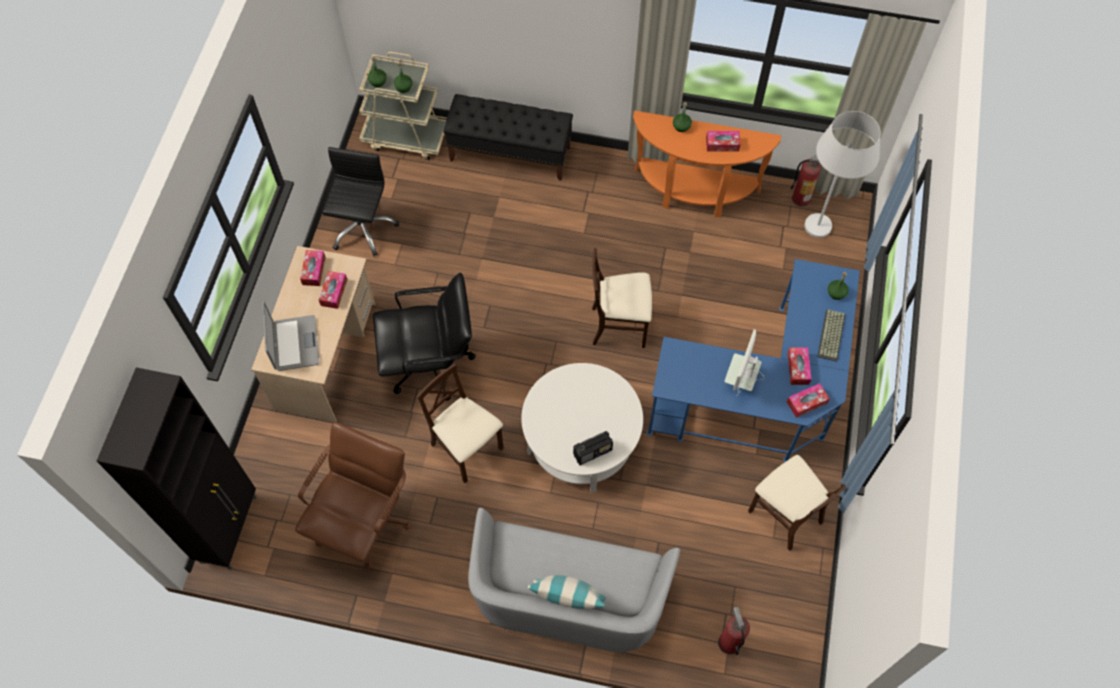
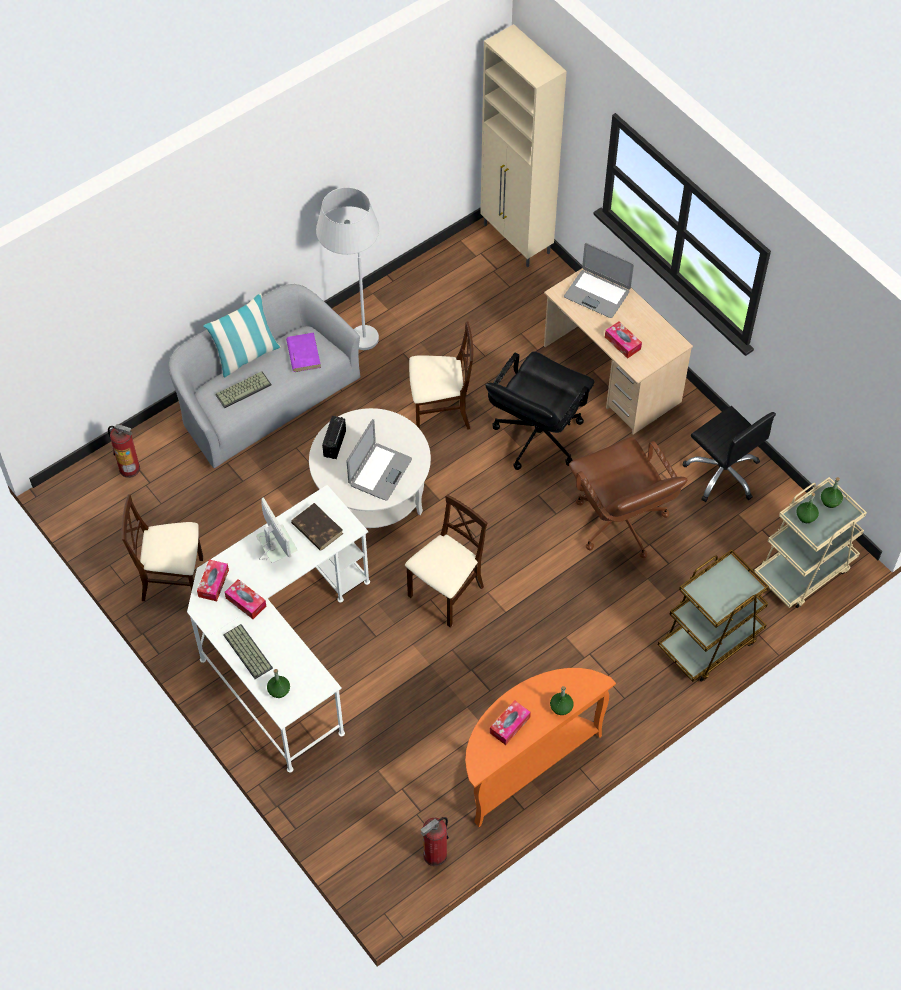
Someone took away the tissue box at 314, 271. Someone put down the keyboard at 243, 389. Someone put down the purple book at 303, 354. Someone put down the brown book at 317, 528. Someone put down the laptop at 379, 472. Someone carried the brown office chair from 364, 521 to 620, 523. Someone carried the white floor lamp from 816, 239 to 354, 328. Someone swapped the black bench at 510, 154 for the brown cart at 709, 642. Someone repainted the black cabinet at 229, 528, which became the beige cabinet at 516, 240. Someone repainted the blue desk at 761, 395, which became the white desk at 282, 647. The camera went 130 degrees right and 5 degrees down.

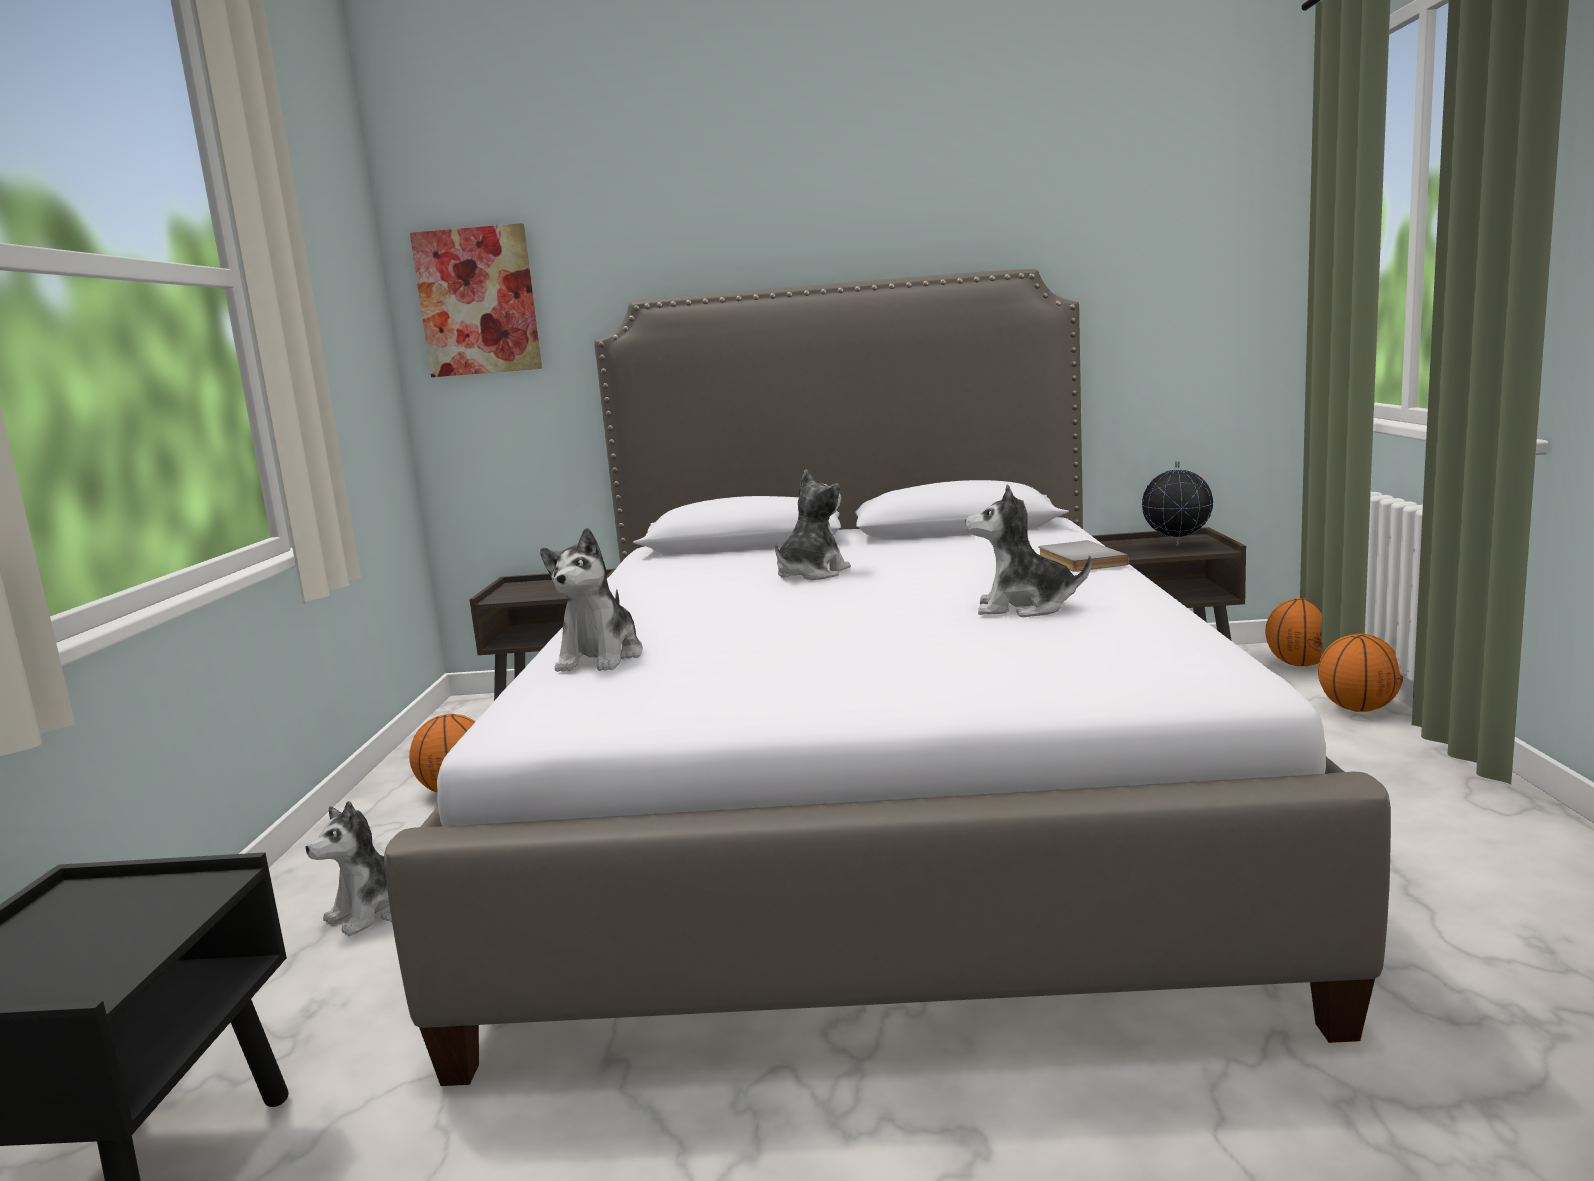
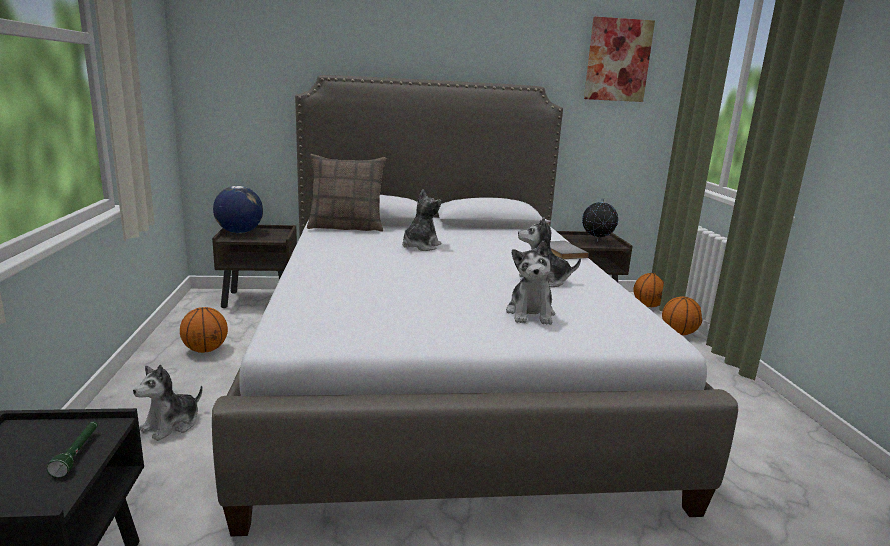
Someone put down the green flashlight at 78, 453. Someone put down the globe at 239, 232. Someone put down the pillow at 346, 227. Someone carried the picture from 478, 301 to 618, 60. Someone carried the plush toy from 601, 658 to 530, 313. The camera went 10 degrees left and 5 degrees up.

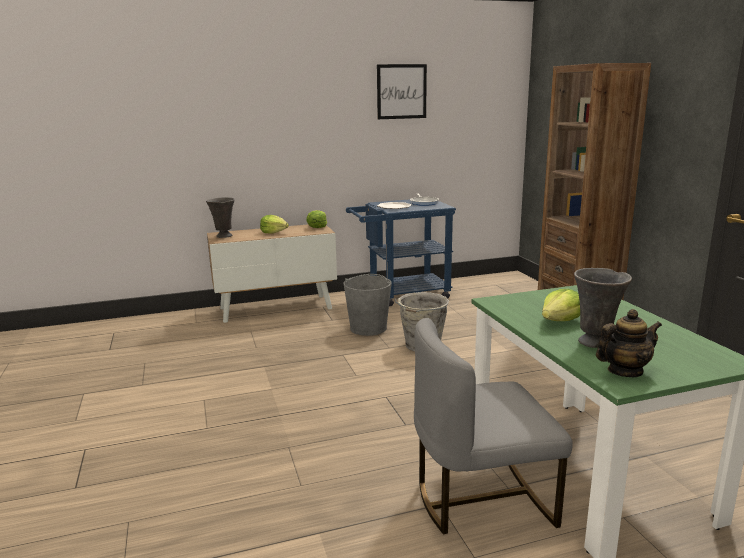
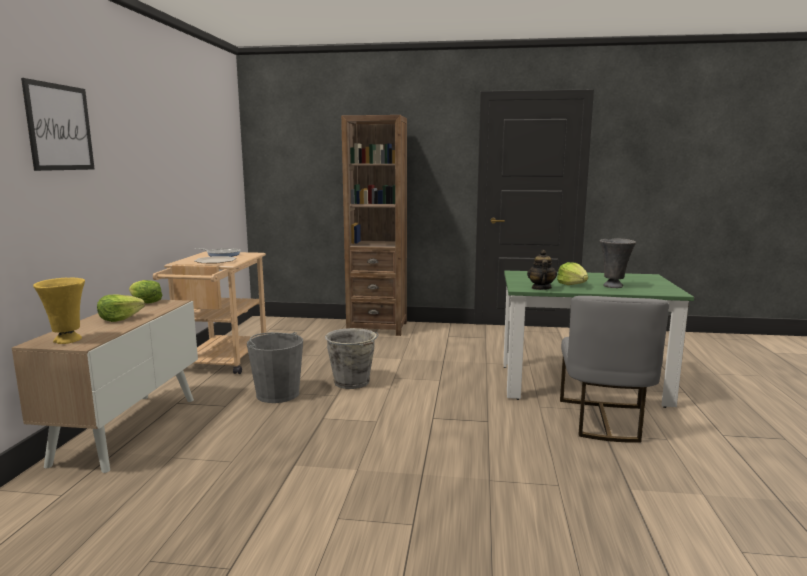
Someone carried the picture from 401, 91 to 59, 127. Someone carried the teapot from 624, 371 to 541, 288. Someone repainted the grey vase at 223, 236, which became the yellow vase at 67, 341. Someone repainted the blue cart at 401, 294, which became the beige cart at 220, 363. The camera went 65 degrees left and 5 degrees down.

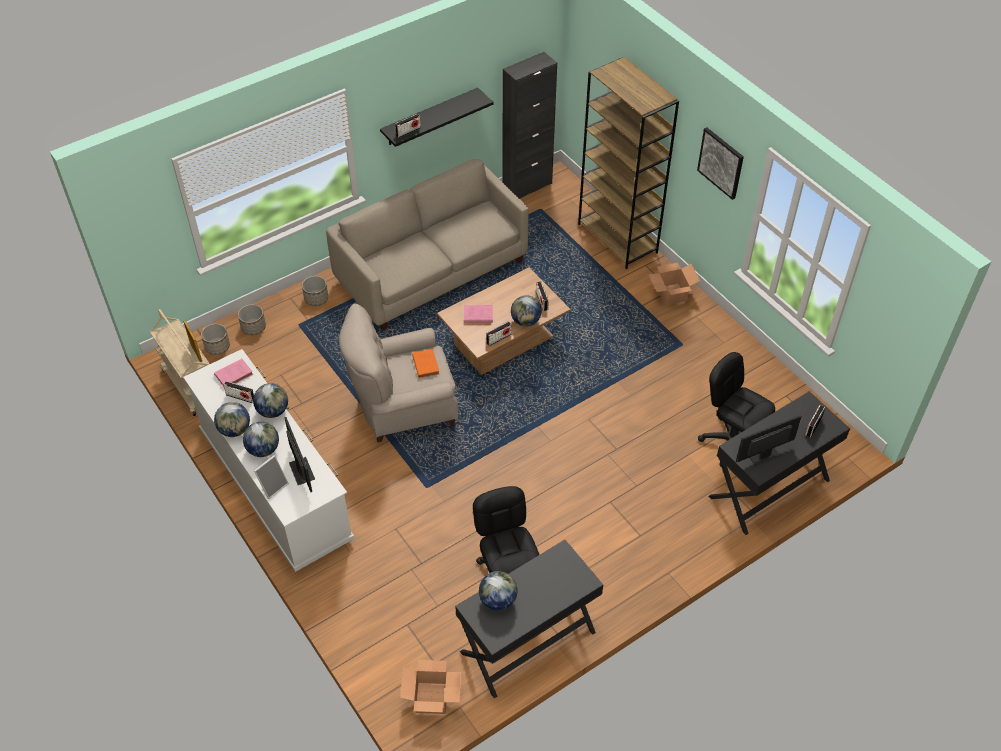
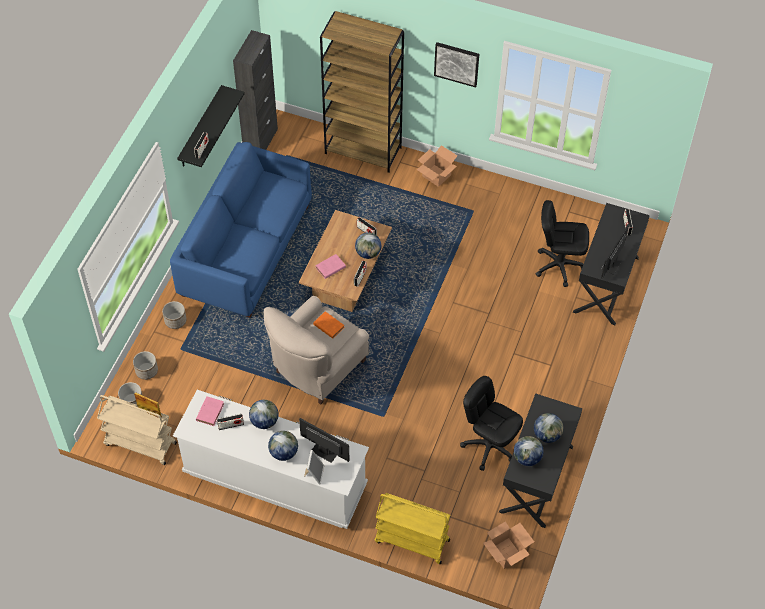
Someone put down the yellow cart at 411, 541. Someone carried the globe from 235, 430 to 547, 435. Someone repainted the beige sofa at 432, 271, which became the blue sofa at 246, 250. The camera went 35 degrees left and 5 degrees up.

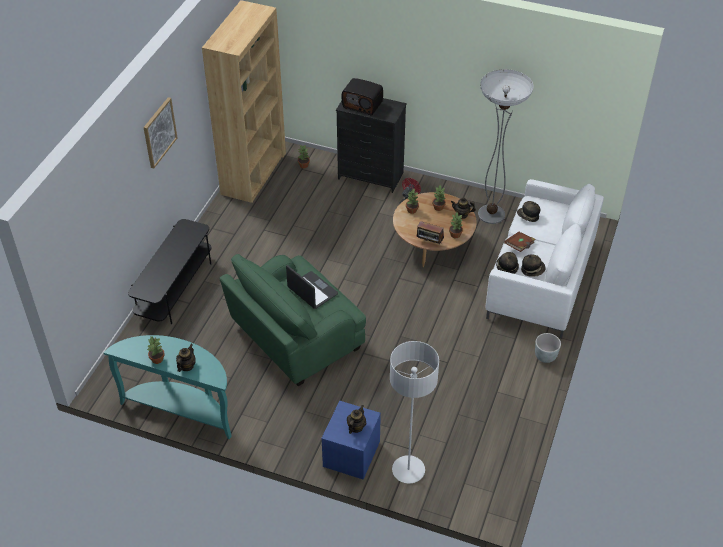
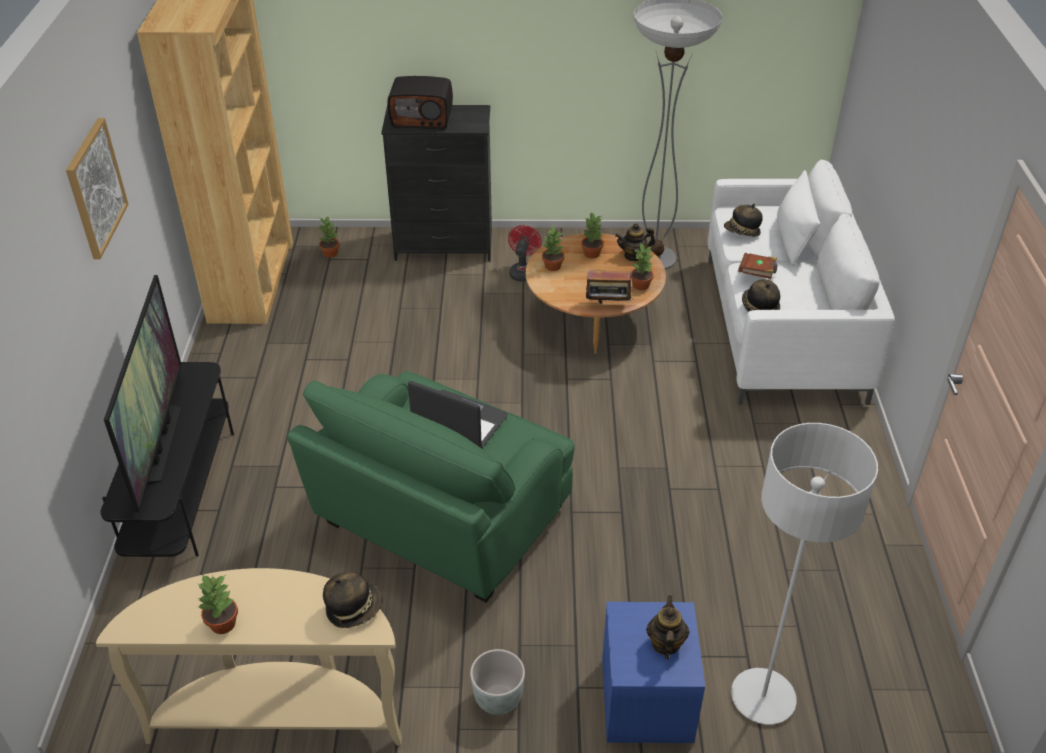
Someone took away the teapot at 186, 366. Someone put down the television at 160, 444. Someone put down the white pillow at 793, 238. Someone carried the hat from 532, 270 to 353, 607. Someone carried the grey planter from 545, 357 to 498, 699. Someone repainted the turquoise console table at 182, 409, which became the beige console table at 279, 713. The camera went 20 degrees left and 5 degrees down.

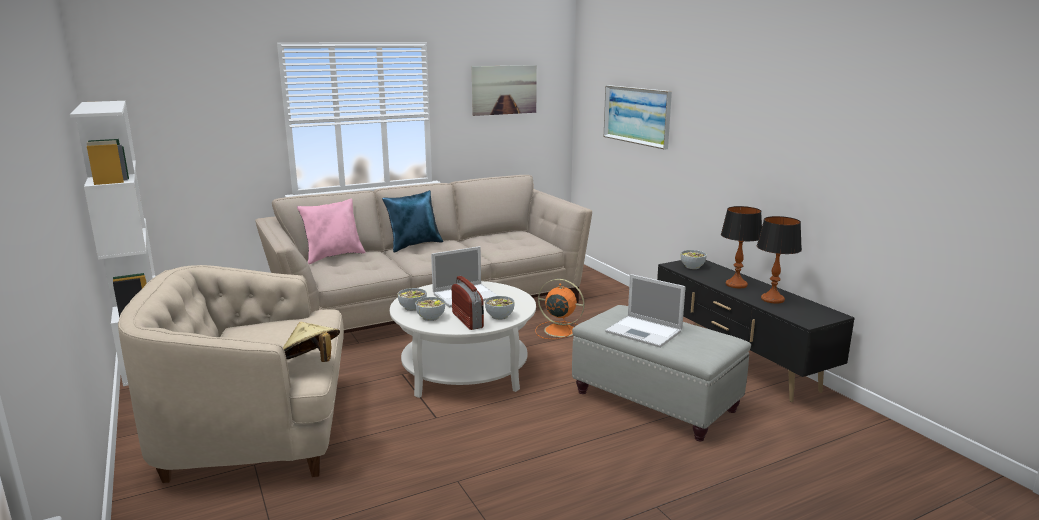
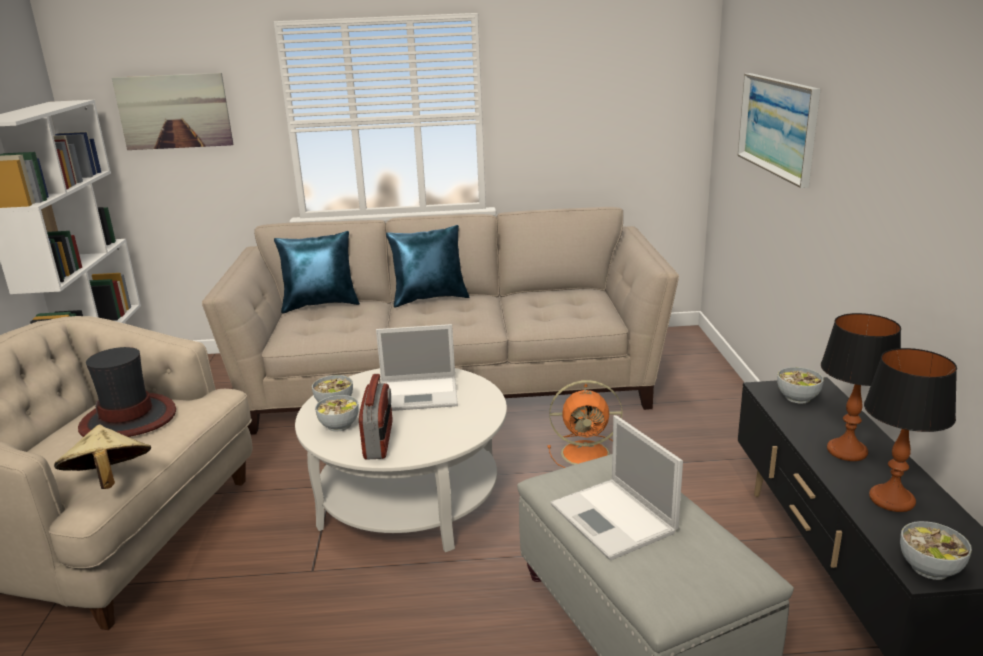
Someone put down the hat at 129, 419. Someone carried the picture from 504, 90 to 174, 111. Someone carried the bowl from 500, 316 to 930, 568. Someone repainted the pink pillow at 334, 256, which became the blue pillow at 321, 305. Someone rotated the orange fan at 558, 330 by 135 degrees clockwise. The camera went 25 degrees right and 5 degrees up.

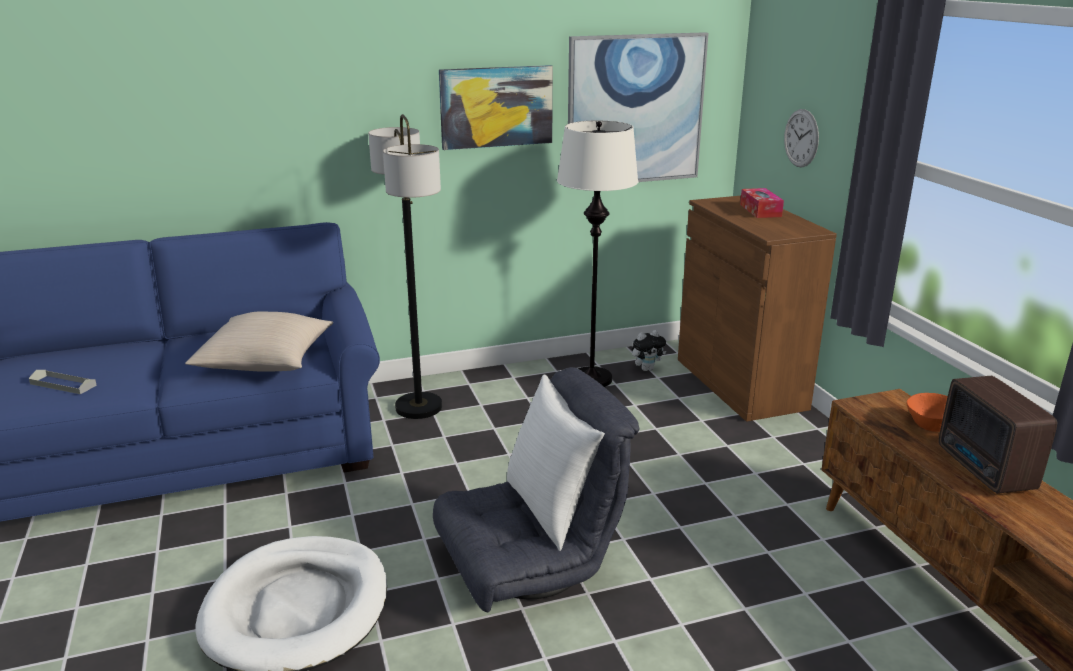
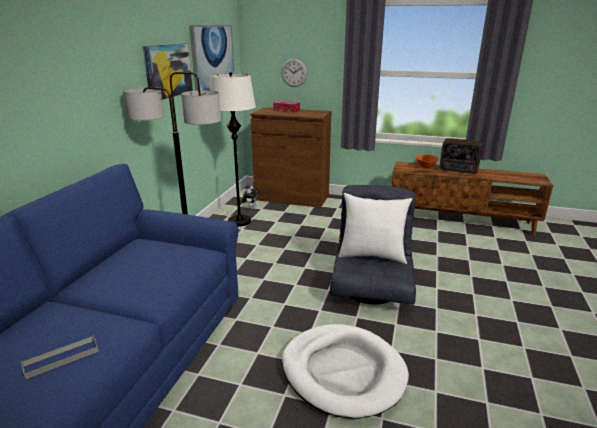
Someone took away the beige pillow at 265, 361. The camera went 55 degrees left and 0 degrees up.

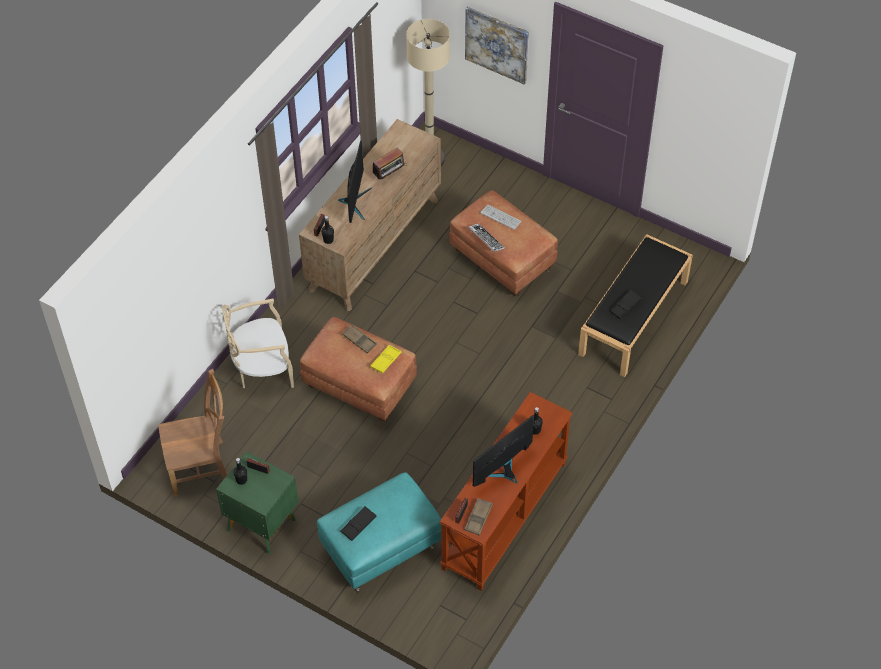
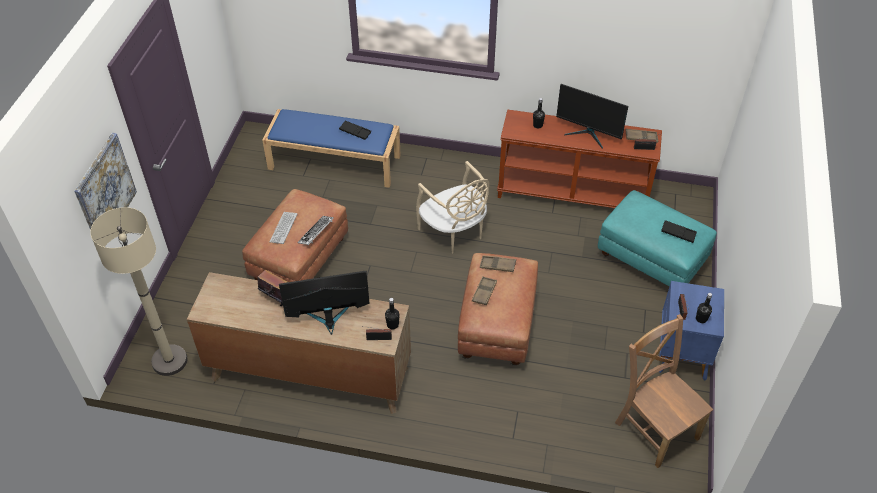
Someone carried the beige chair from 262, 368 to 454, 232. Someone repainted the green nightstand at 261, 523, which became the blue nightstand at 681, 355. Someone repainted the yellow tray at 386, 360, which became the brown tray at 497, 265. Someone repainted the black bench at 633, 318, which became the blue bench at 335, 162. The camera went 110 degrees left and 5 degrees down.

